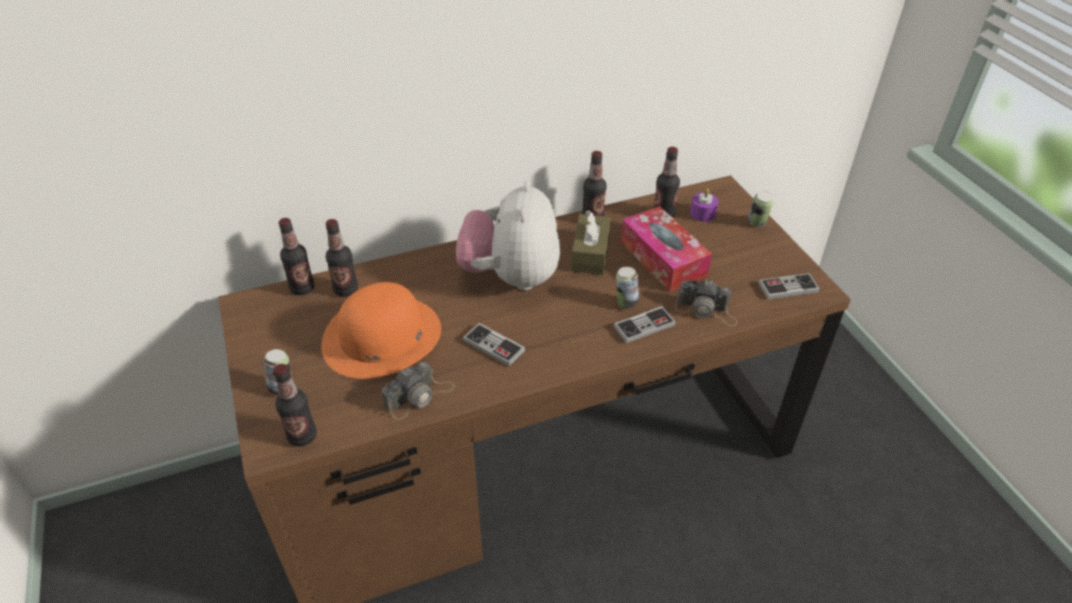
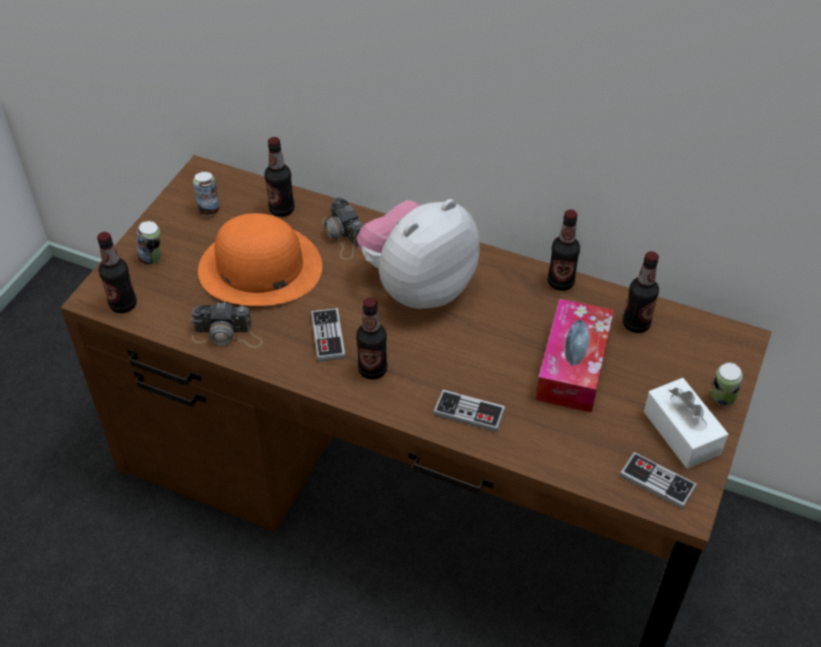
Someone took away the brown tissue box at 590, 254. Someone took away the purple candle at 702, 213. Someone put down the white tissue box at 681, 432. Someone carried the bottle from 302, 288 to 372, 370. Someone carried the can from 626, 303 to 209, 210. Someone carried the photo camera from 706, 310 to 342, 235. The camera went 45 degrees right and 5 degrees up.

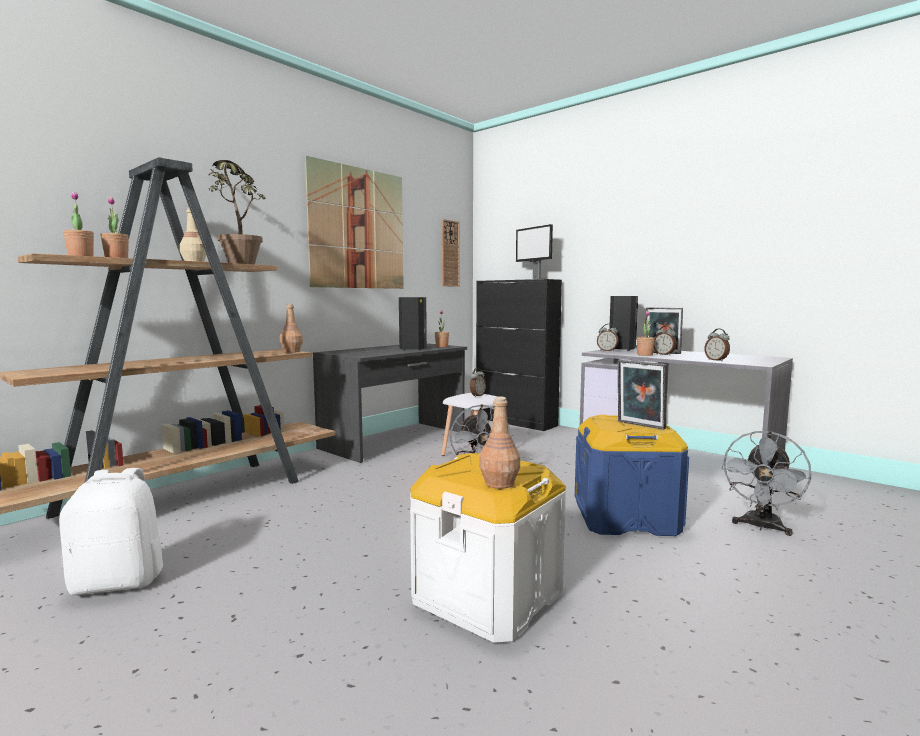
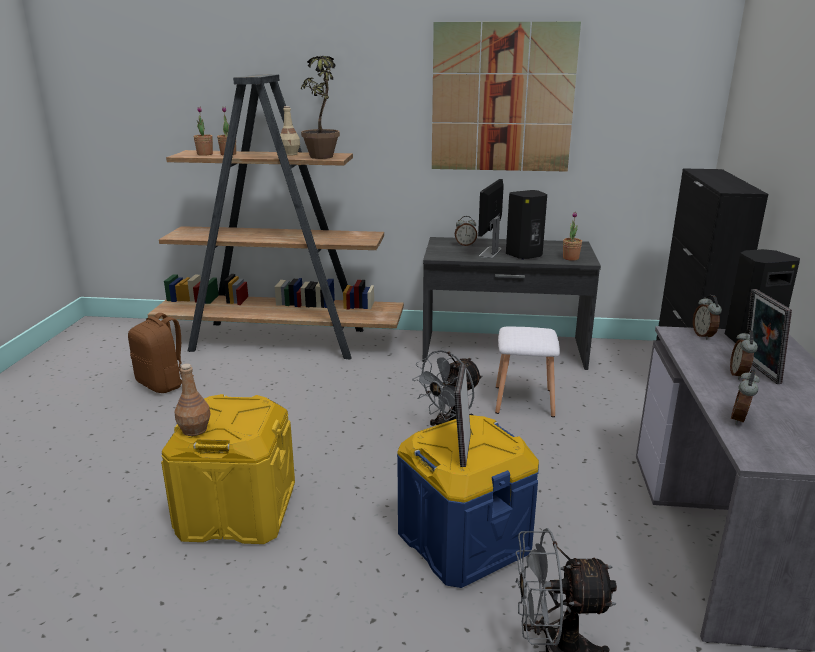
Someone took away the brown bottle at 291, 351. Someone took away the wall clock at 449, 253. Someone took away the potted plant at 644, 355. Someone carried the alarm clock from 477, 396 to 465, 245. Someone carried the monitor from 533, 279 to 490, 252. Someone repainted the white backpack at 118, 582, which became the brown backpack at 163, 384. Someone repainted the white storage box at 487, 596, which became the yellow storage box at 237, 511. The camera went 55 degrees right and 15 degrees up.

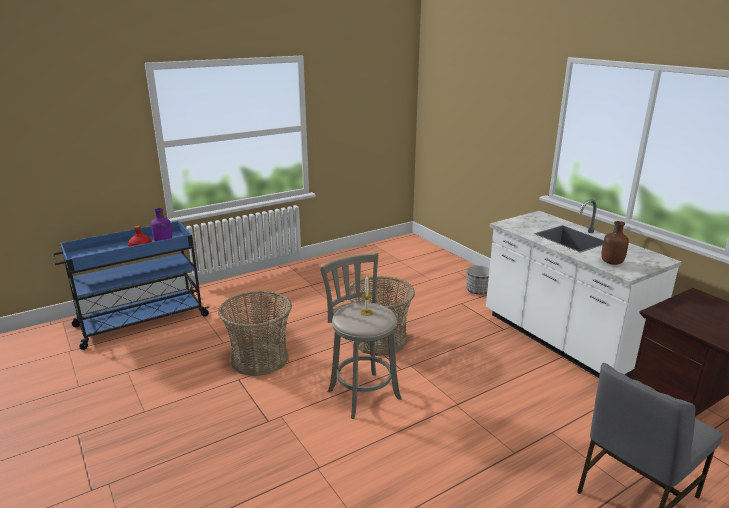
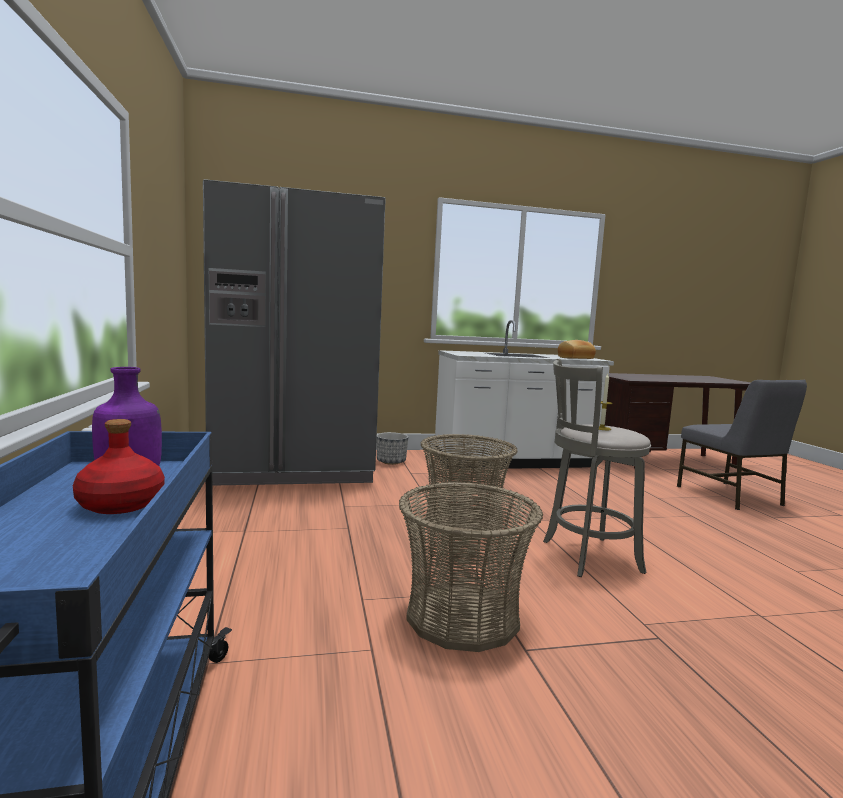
Someone put down the grey fridge at 294, 467. Someone swapped the brown bottle at 611, 263 for the bread at 576, 358. The camera went 70 degrees left and 15 degrees down.

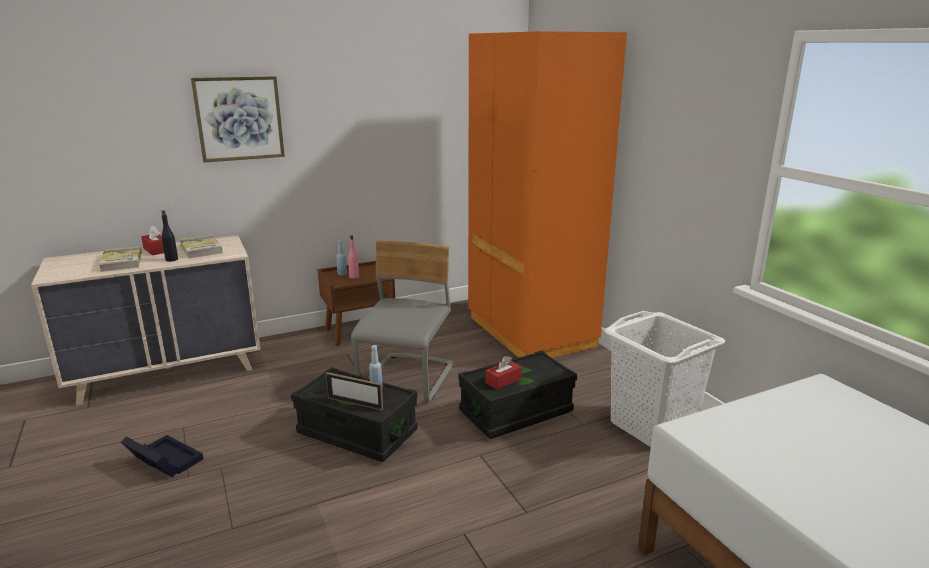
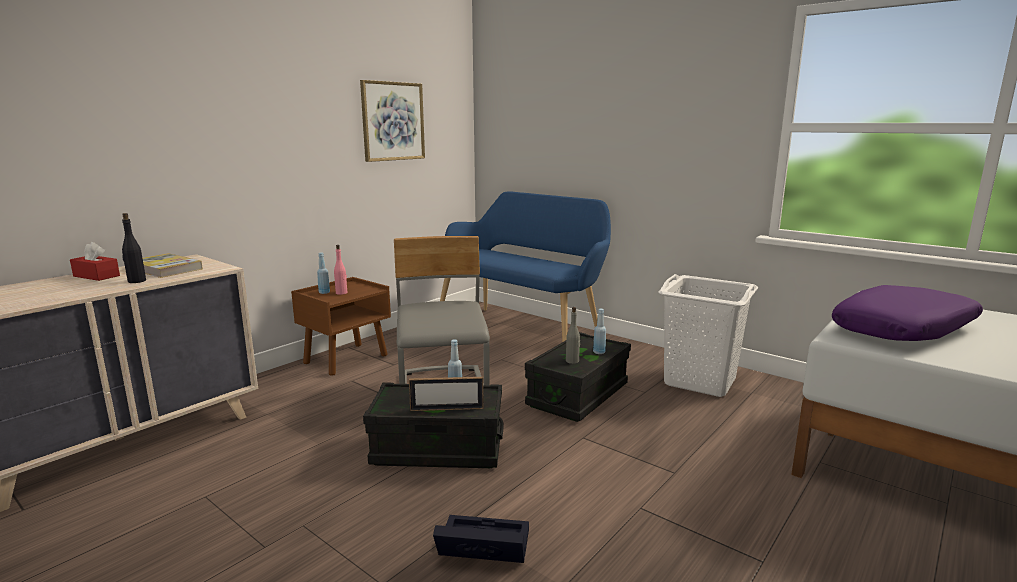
Someone took away the book at 121, 261. Someone put down the blue bottle at 599, 352. Someone put down the purple pillow at 904, 330. Someone carried the black storage box from 163, 461 to 480, 548. Someone carried the picture from 239, 118 to 393, 121. Someone swapped the orange wardrobe at 530, 332 for the blue bench at 522, 331. Someone swapped the red tissue box at 503, 381 for the grey bottle at 572, 361. The camera went 25 degrees left and 5 degrees down.

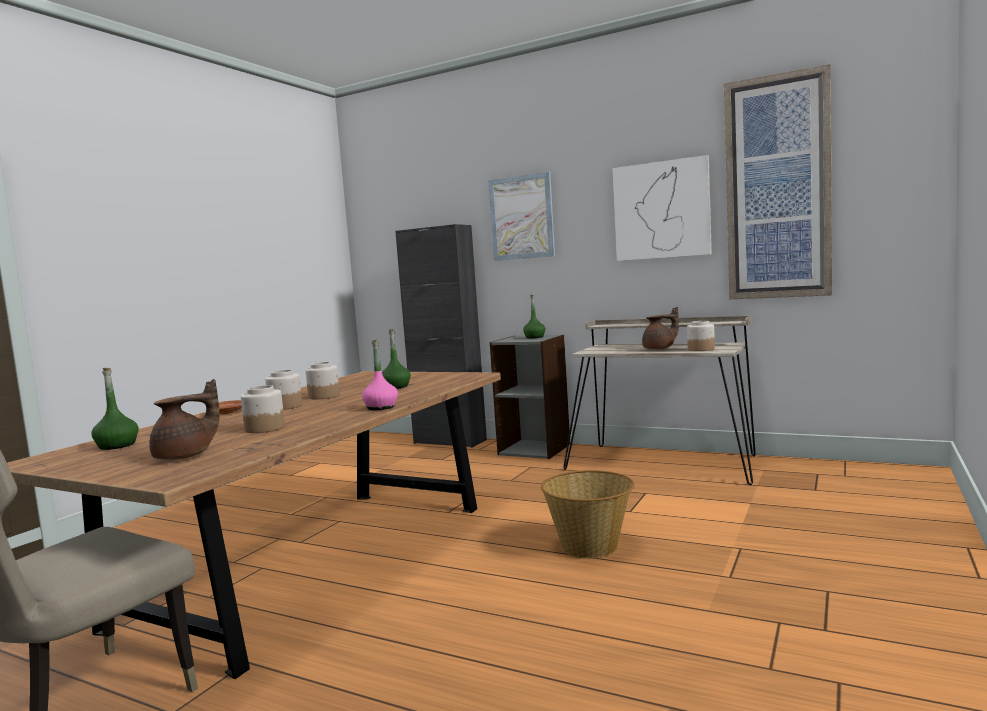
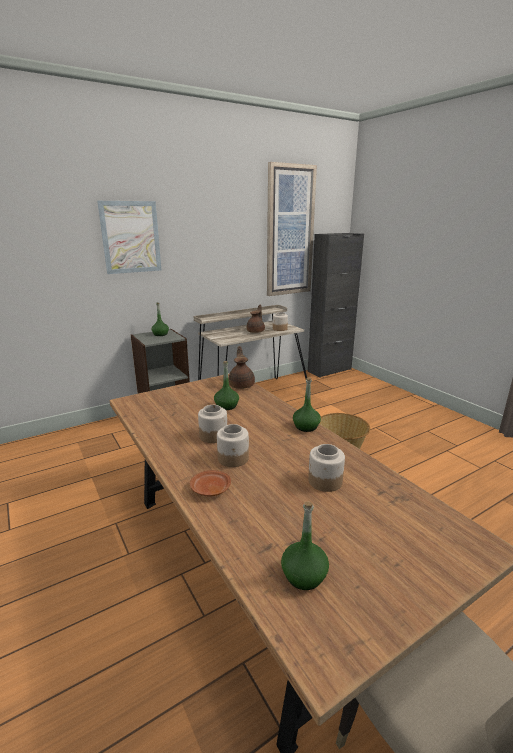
Someone took away the picture at 661, 210. Someone carried the brown teapot from 185, 456 to 242, 385. Someone carried the black cabinet from 450, 441 to 329, 370. Someone repainted the pink bottle at 381, 407, which became the green bottle at 306, 427. The camera went 60 degrees left and 15 degrees up.

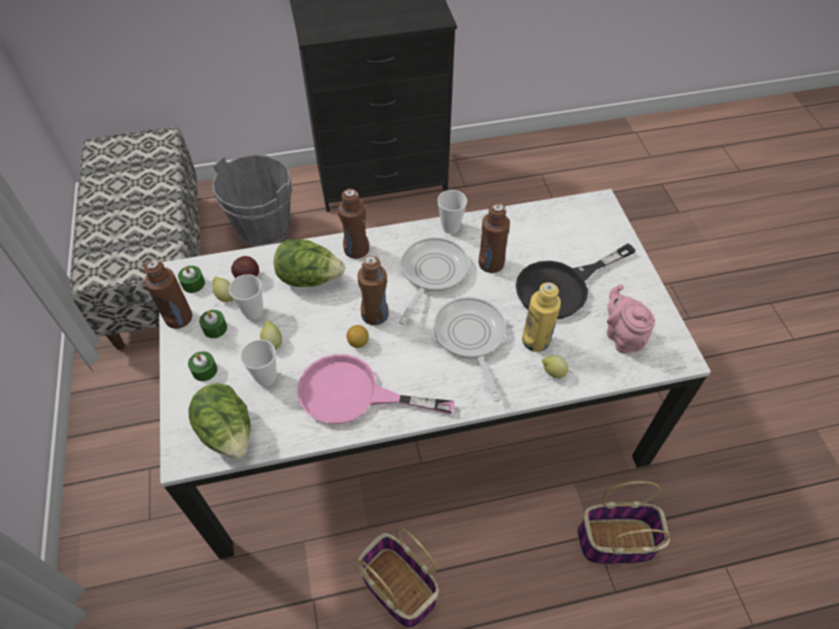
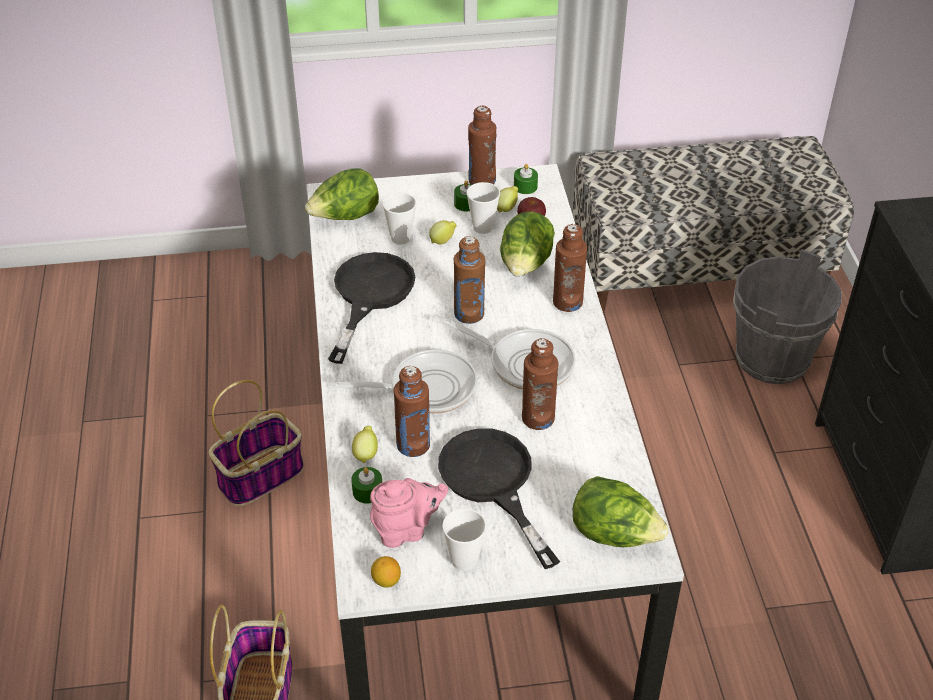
Someone put down the lettuce at 614, 534. Someone carried the green candle from 204, 370 to 367, 491. Someone carried the lemon from 358, 342 to 386, 581. Someone carried the cup from 450, 227 to 464, 560. Someone repainted the pink frying pan at 353, 394, which became the black frying pan at 369, 295. Someone repainted the yellow bottle at 535, 340, which became the brown bottle at 413, 445. The camera went 95 degrees right and 10 degrees down.

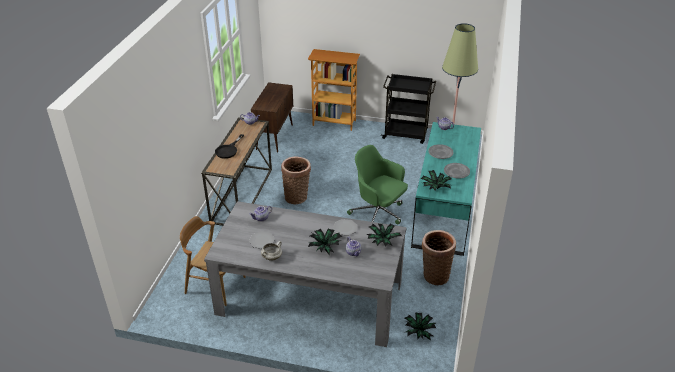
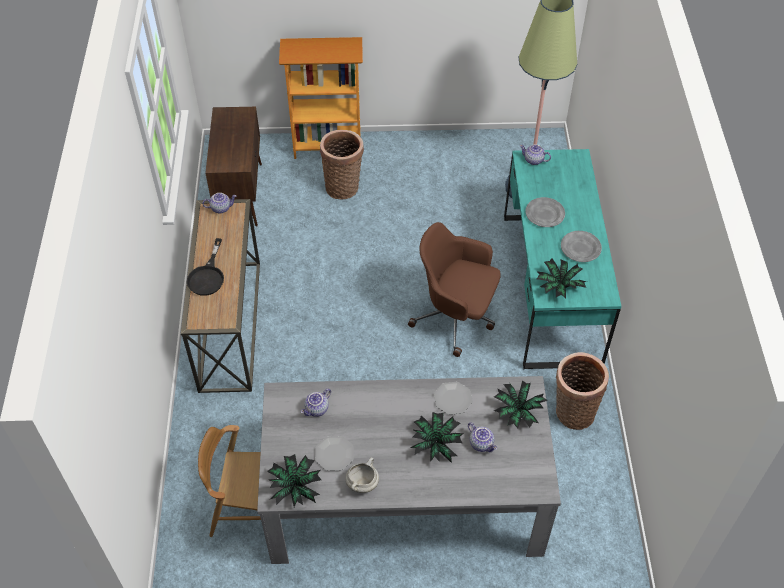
Someone took away the black cart at 406, 134. Someone carried the basket from 297, 196 to 343, 186. Someone carried the potted plant from 419, 331 to 295, 487. Someone repainted the green office chair at 378, 214, which became the brown office chair at 456, 317. The camera went 15 degrees left and 15 degrees up.

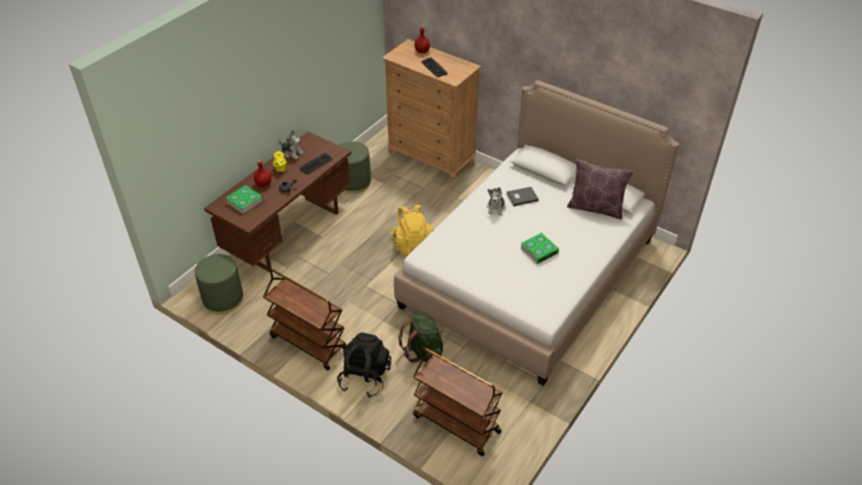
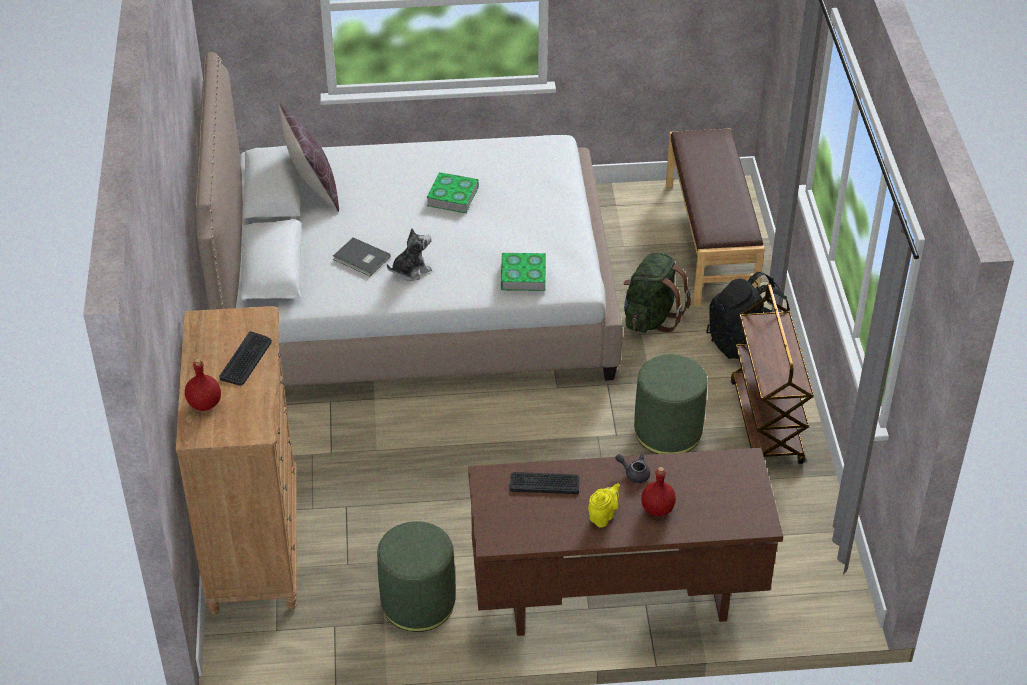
Someone took away the plush toy at 292, 153. Someone took away the yellow backpack at 412, 245. Someone carried the green ottoman from 223, 299 to 668, 431. Someone carried the book from 245, 202 to 523, 276. Someone swapped the brown cart at 455, 424 for the brown bench at 711, 241. The camera went 130 degrees left and 0 degrees up.

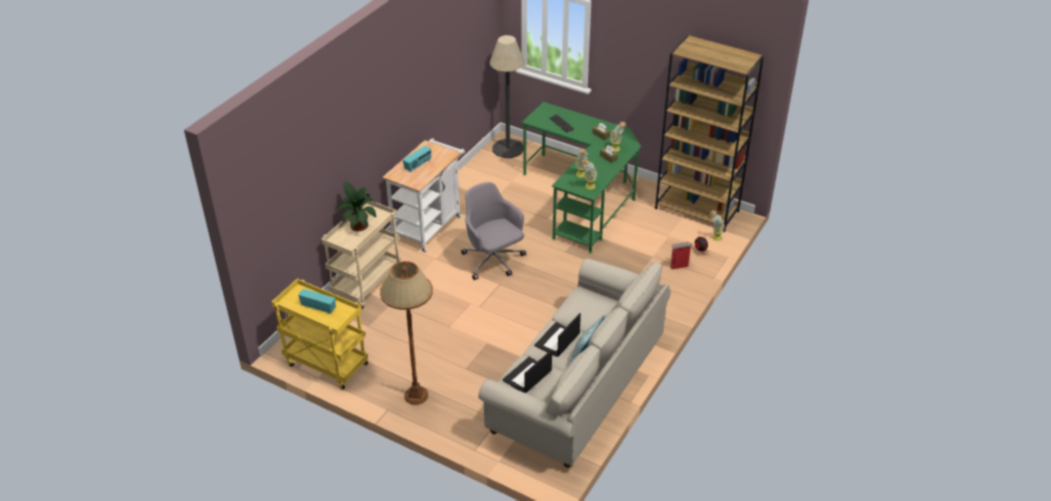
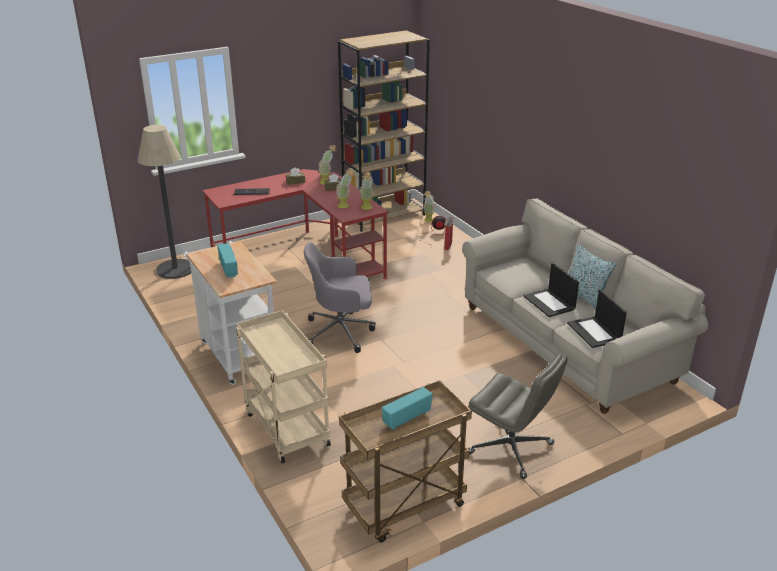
Someone took away the potted plant at 358, 224. Someone swapped the brown floor lamp at 416, 395 for the grey office chair at 511, 449. Someone repainted the yellow cart at 325, 364, which became the brown cart at 404, 507. Someone repainted the green desk at 583, 198, which became the red desk at 304, 256. The camera went 60 degrees left and 10 degrees down.

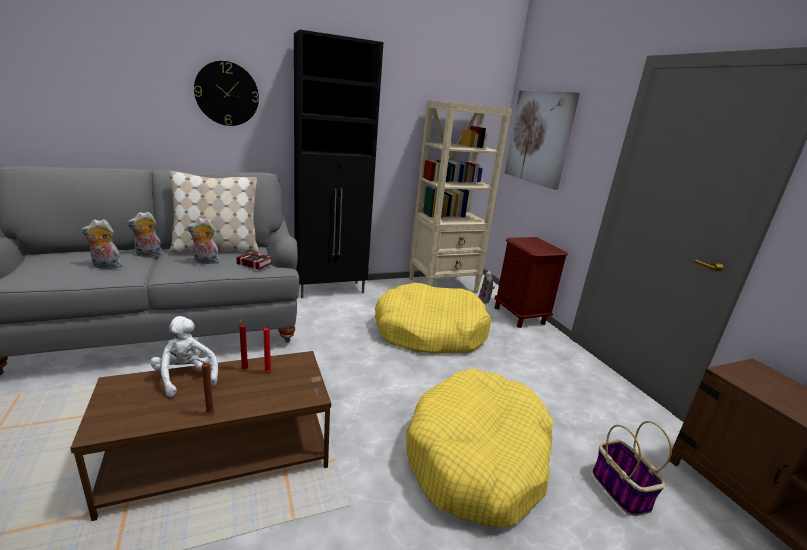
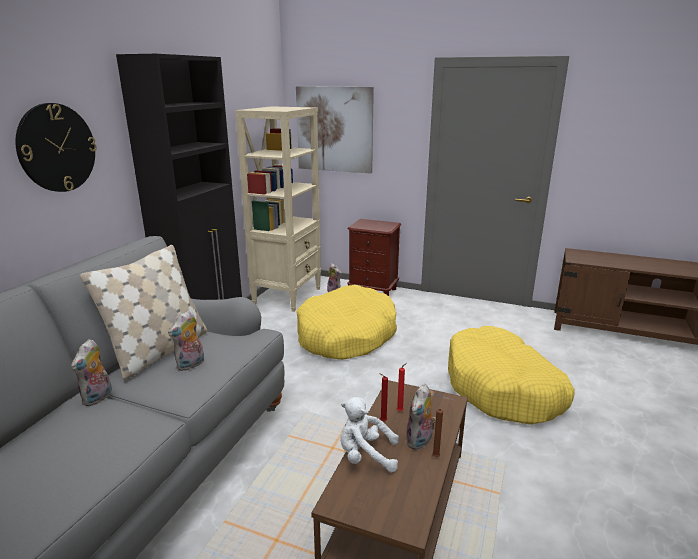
Someone took away the book at 254, 263. Someone took away the basket at 619, 489. Someone carried the plush toy from 105, 266 to 420, 441. The camera went 45 degrees left and 0 degrees up.

